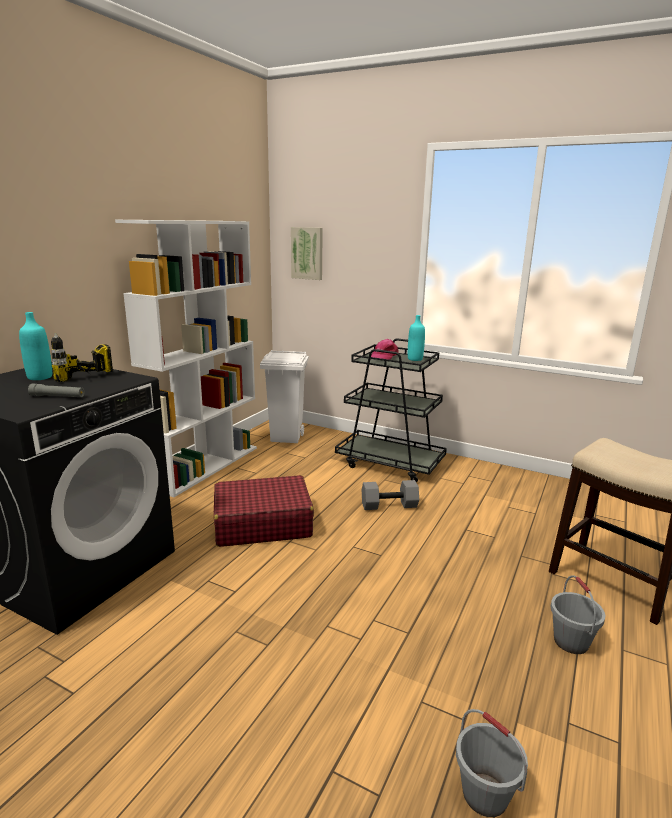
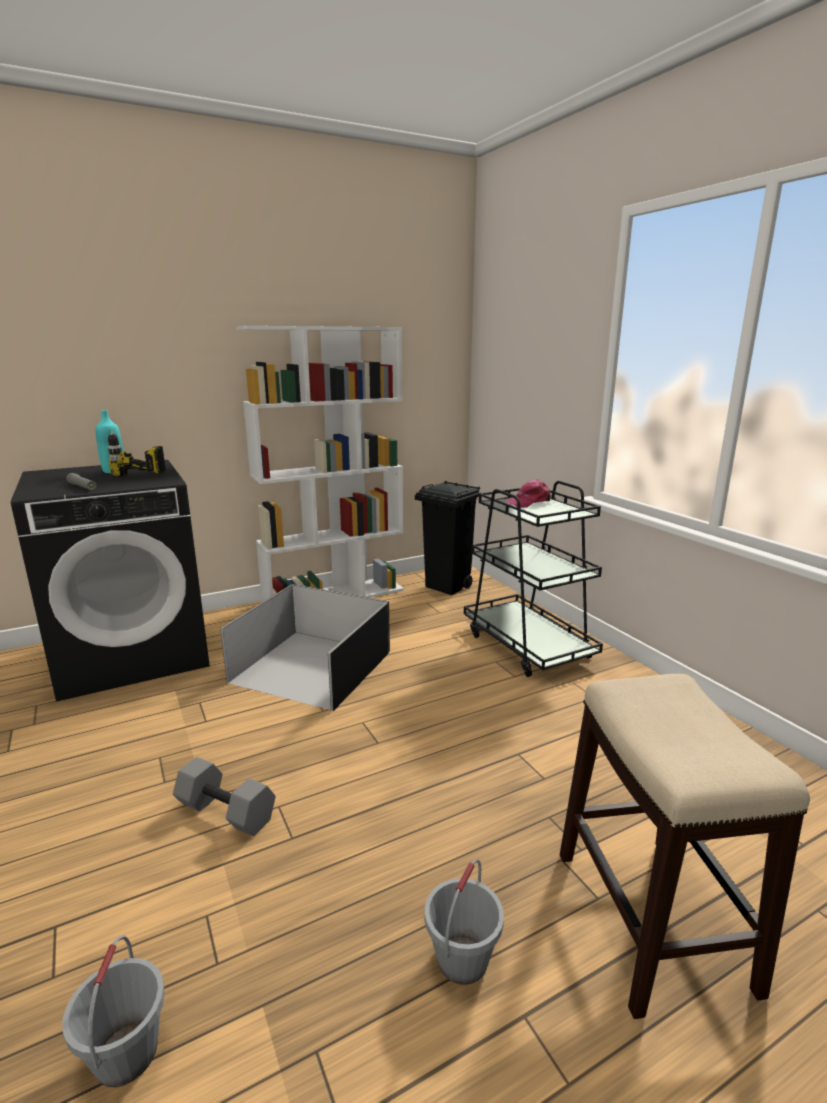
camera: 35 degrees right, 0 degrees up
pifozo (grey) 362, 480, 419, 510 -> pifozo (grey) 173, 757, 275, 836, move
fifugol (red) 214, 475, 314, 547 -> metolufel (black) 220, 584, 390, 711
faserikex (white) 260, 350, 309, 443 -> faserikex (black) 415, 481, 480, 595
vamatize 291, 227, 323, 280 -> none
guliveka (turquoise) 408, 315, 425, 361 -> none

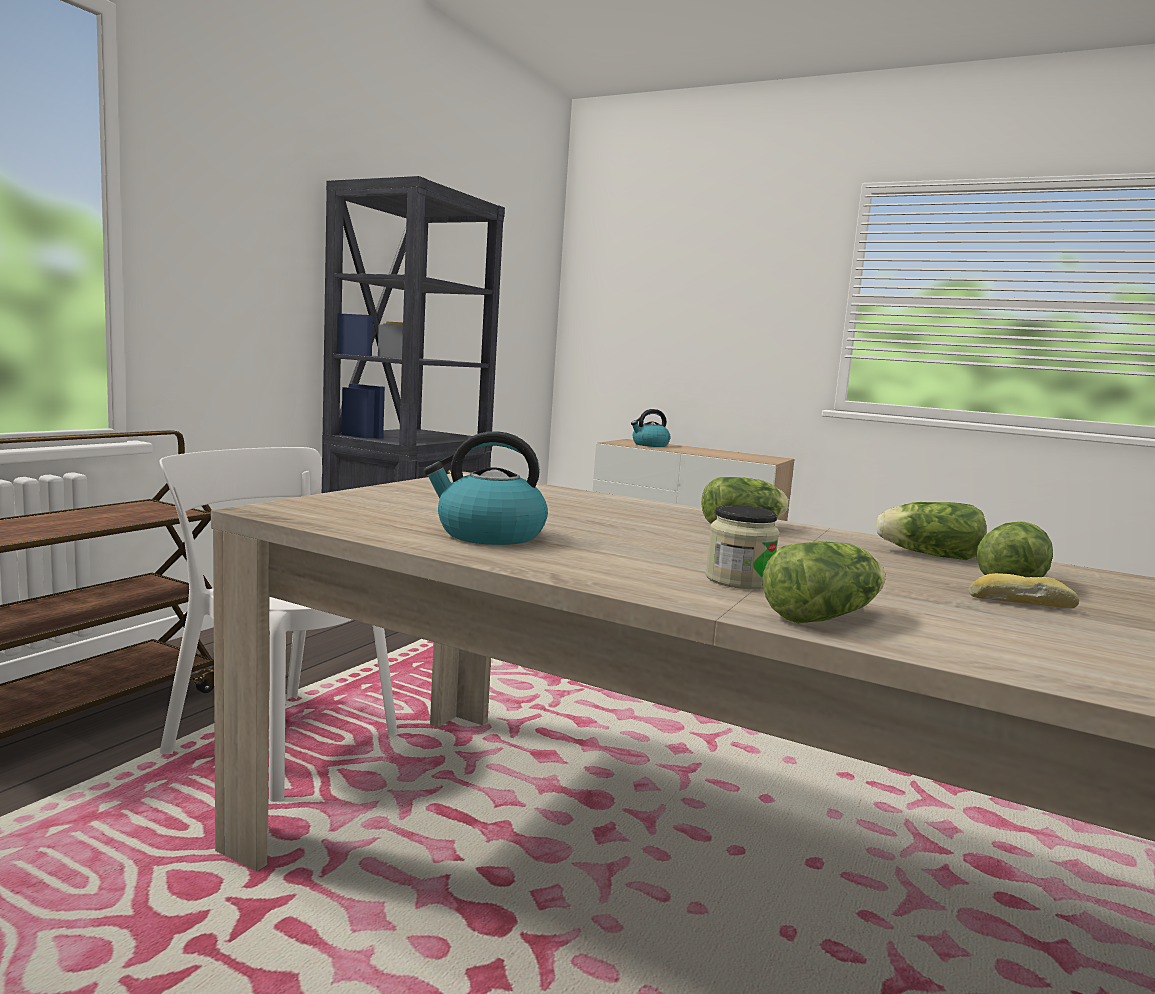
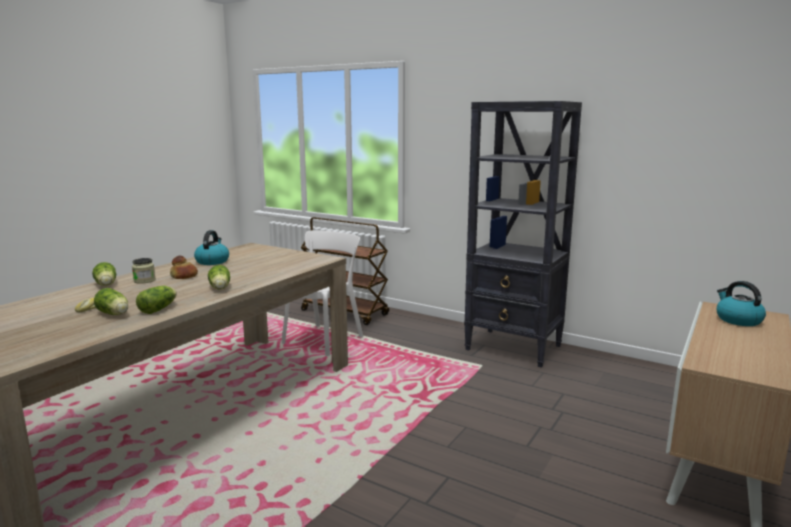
camera: 95 degrees right, 5 degrees up
none -> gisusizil 170, 256, 198, 279

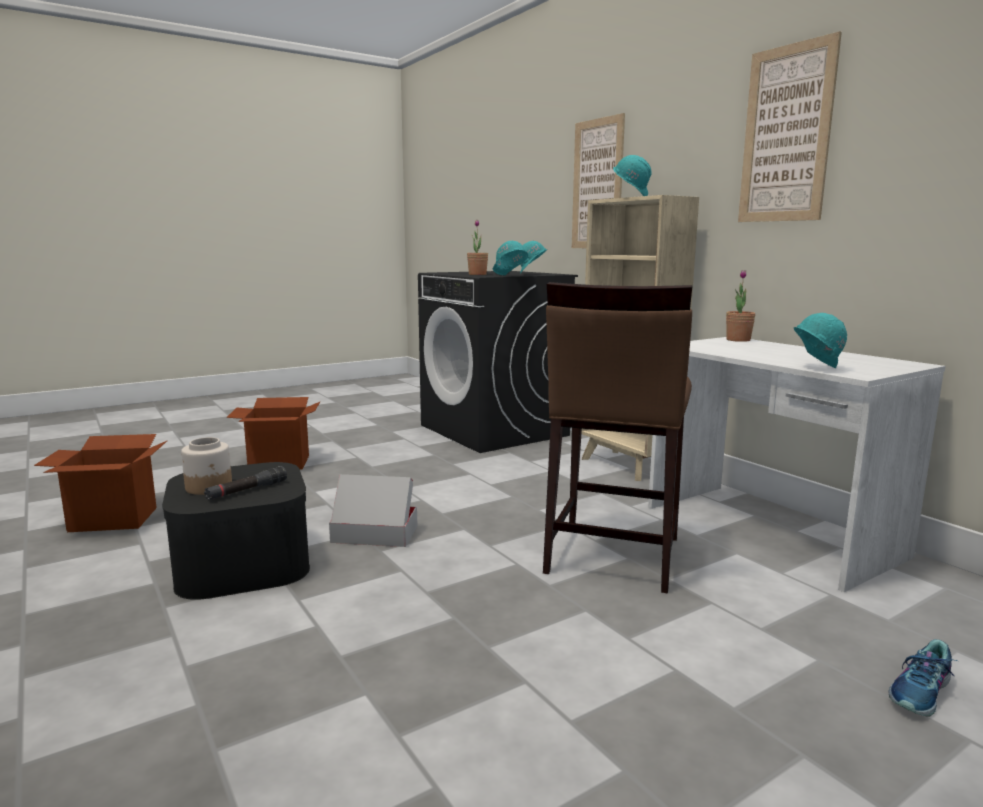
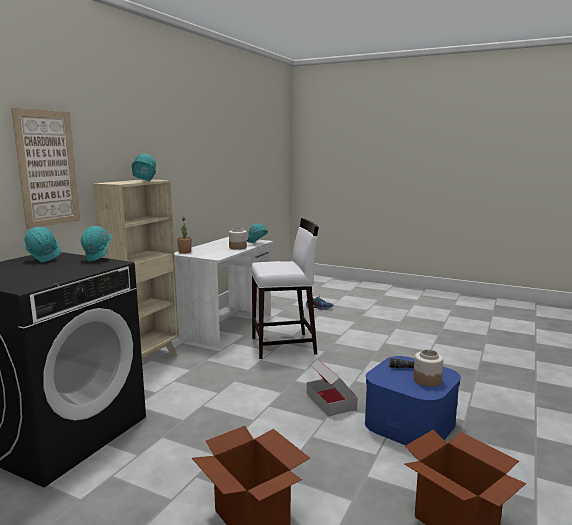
camera: 120 degrees left, 0 degrees up
none -> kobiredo 229, 228, 247, 250
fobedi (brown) 543, 282, 693, 593 -> fobedi (white) 251, 218, 319, 359
metolufel (black) 162, 462, 310, 600 -> metolufel (blue) 365, 356, 461, 446
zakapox 467, 220, 488, 275 -> none
vamatize 738, 31, 842, 222 -> none

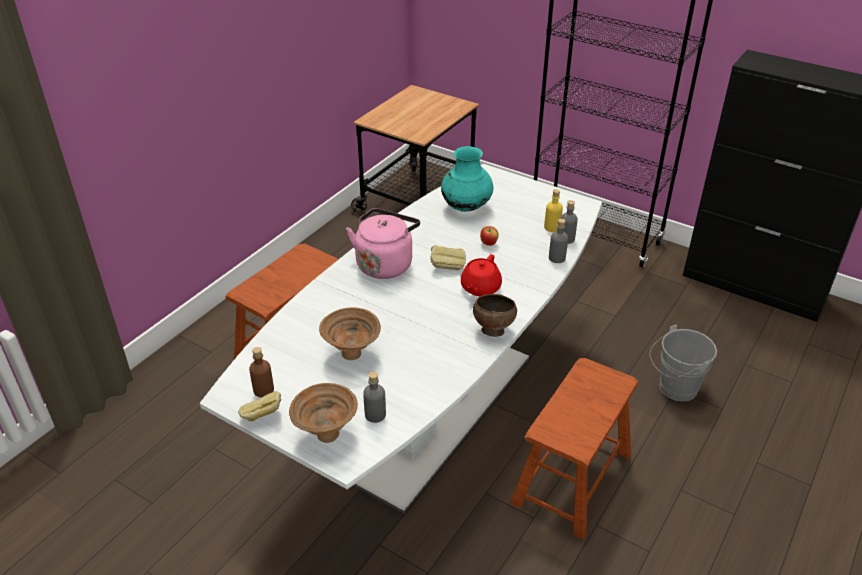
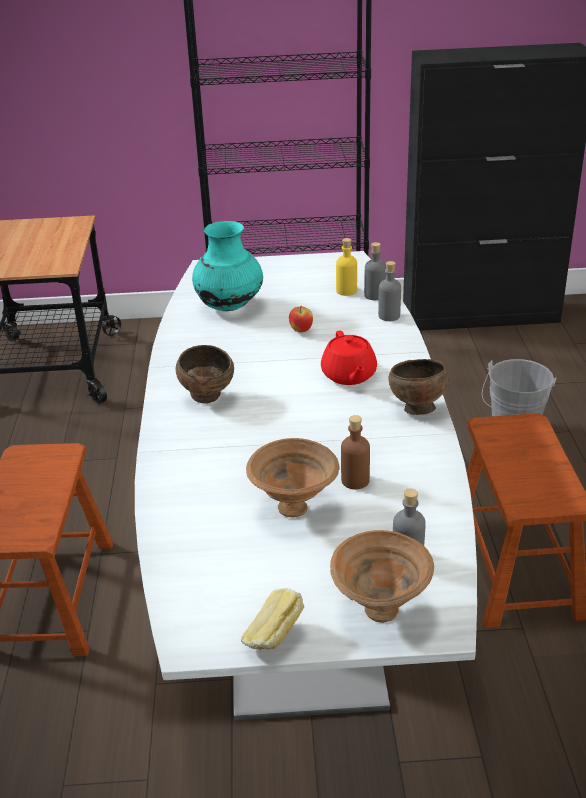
camera: 35 degrees left, 5 degrees down
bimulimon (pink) 346, 208, 420, 279 -> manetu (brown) 176, 345, 234, 404
guliveka (brown) 249, 347, 274, 397 -> guliveka (brown) 341, 415, 370, 489, move
gisusizil 430, 245, 466, 270 -> none

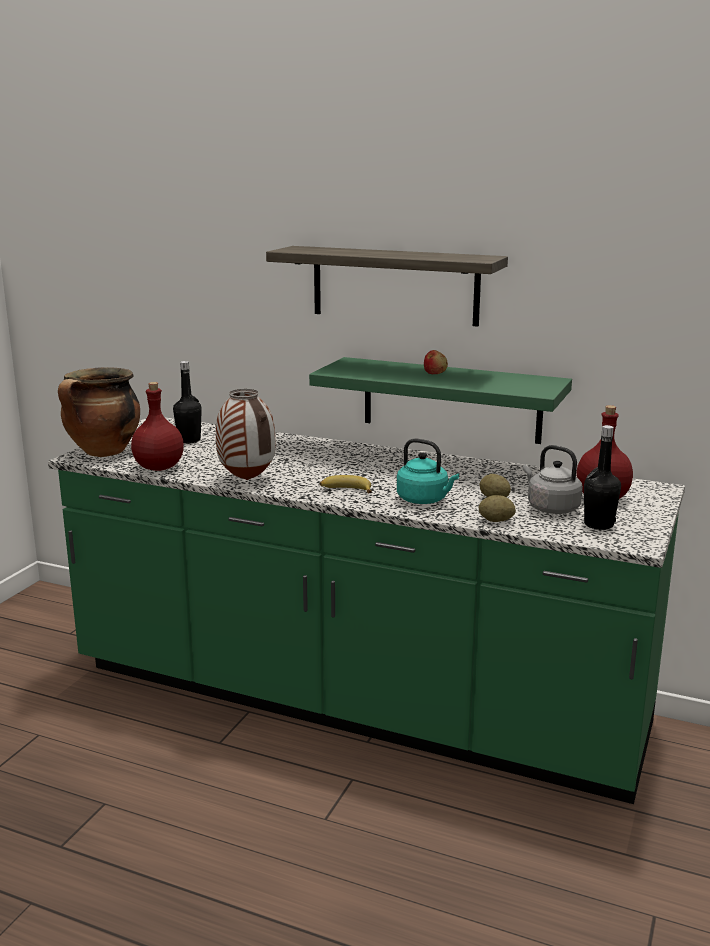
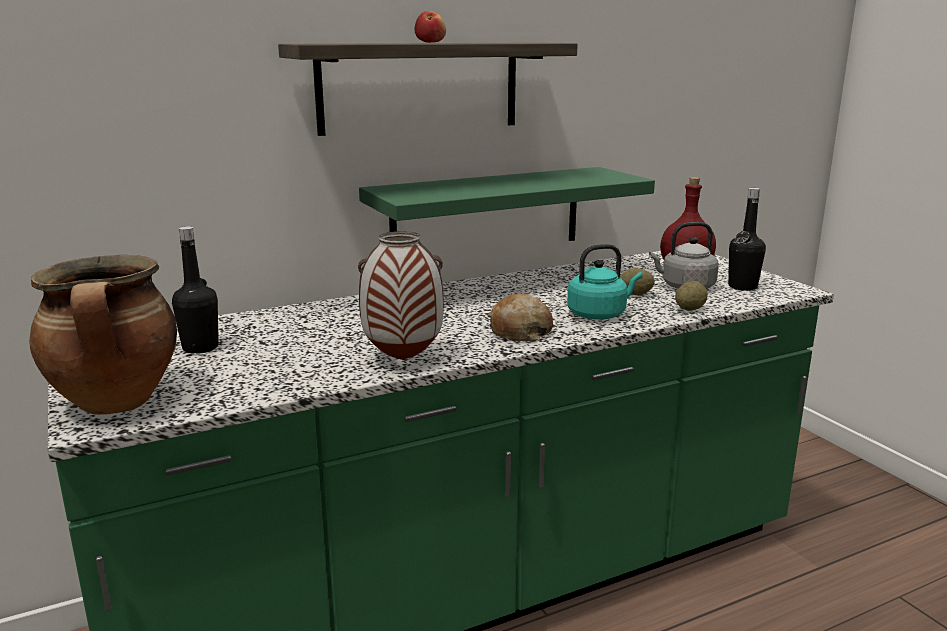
camera: 50 degrees left, 0 degrees up
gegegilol 424, 350, 448, 374 -> gegegilol 415, 11, 446, 43, move
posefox 320, 475, 372, 493 -> gisusizil 488, 294, 553, 341
guliveka (red) 131, 382, 184, 471 -> none

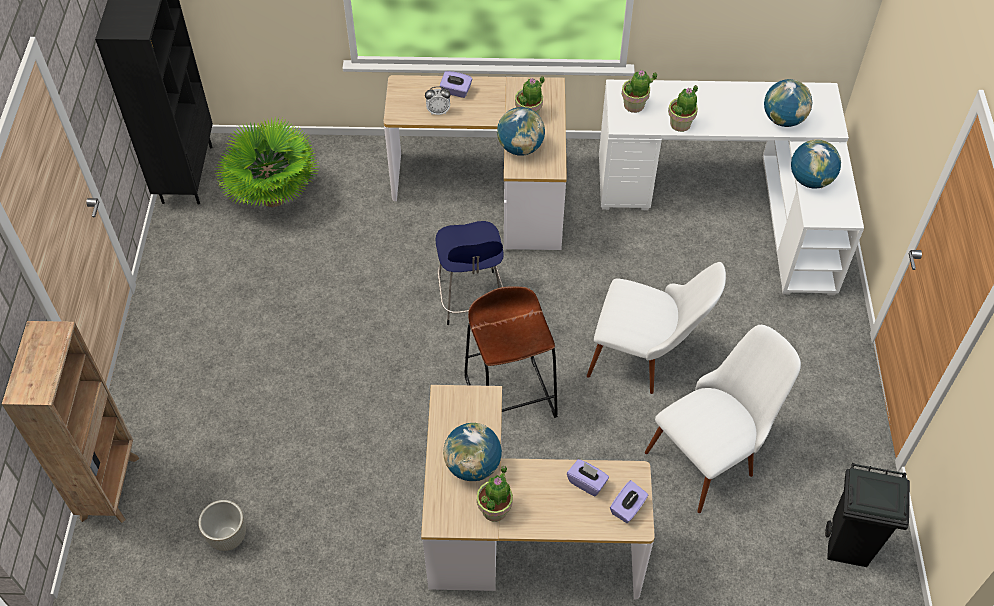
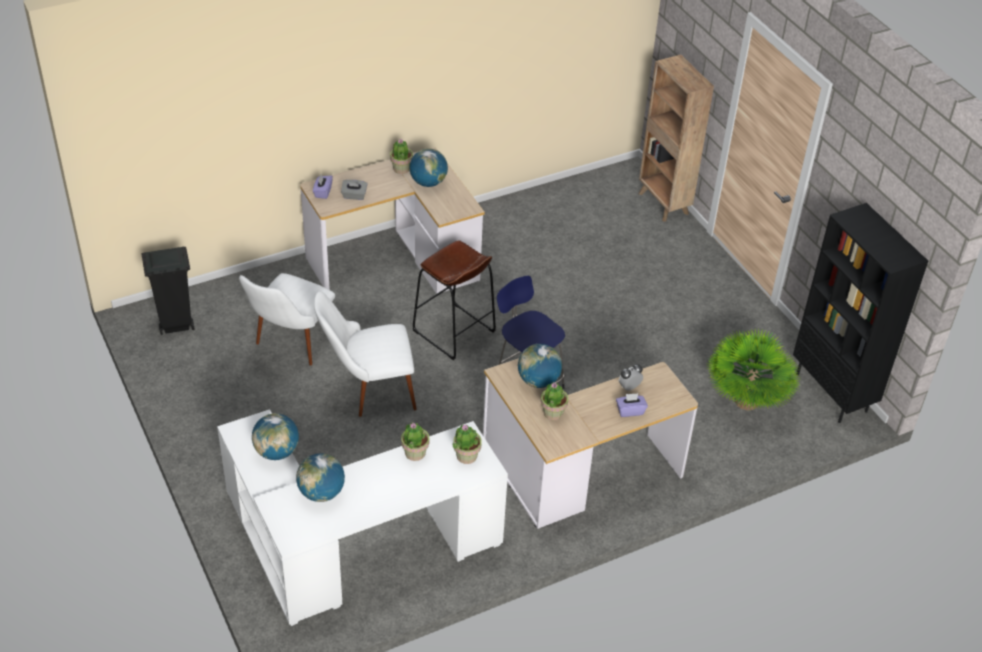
camera: 150 degrees right, 10 degrees down
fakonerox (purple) 567, 459, 609, 496 -> fakonerox (grey) 341, 180, 367, 200
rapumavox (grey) 198, 500, 246, 551 -> none

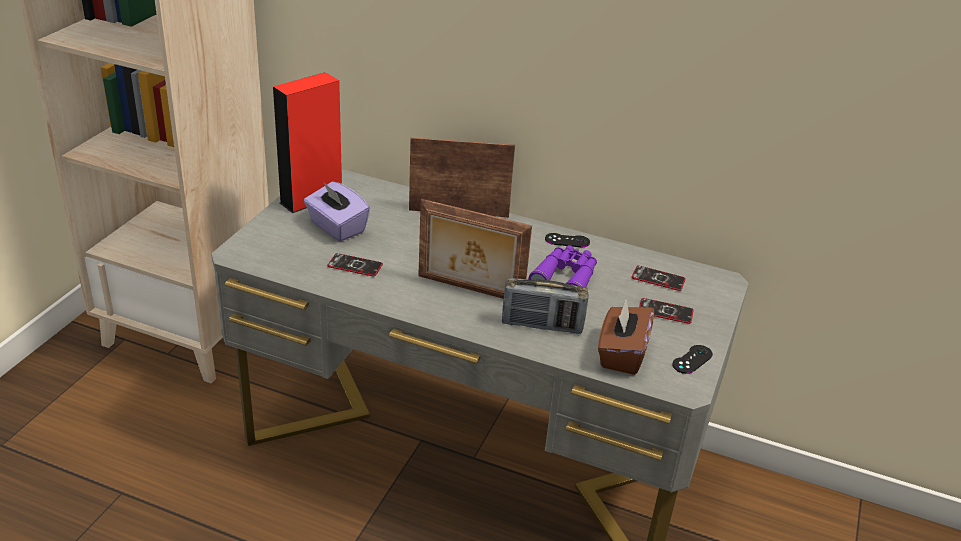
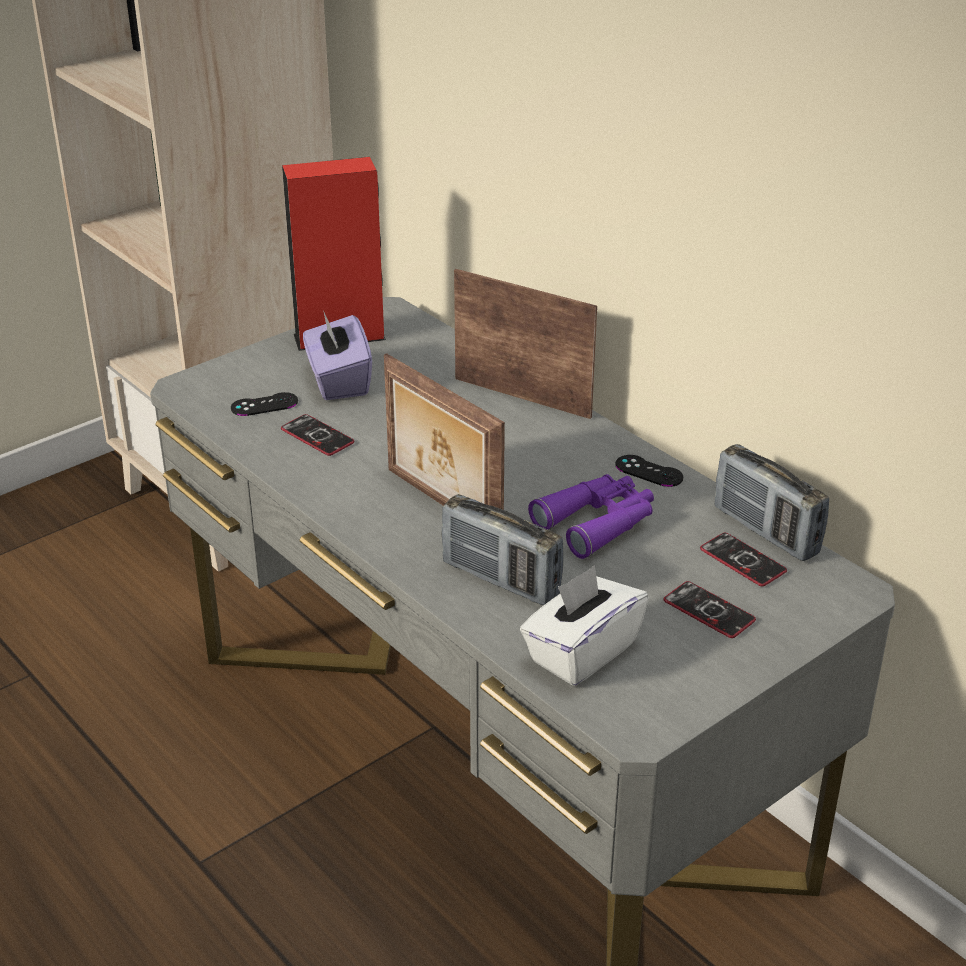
camera: 30 degrees right, 0 degrees up
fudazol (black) 672, 345, 713, 374 -> fudazol (black) 231, 392, 298, 416, move
fakonerox (brown) 598, 299, 654, 375 -> fakonerox (white) 520, 565, 649, 686
none -> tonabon 715, 444, 829, 561

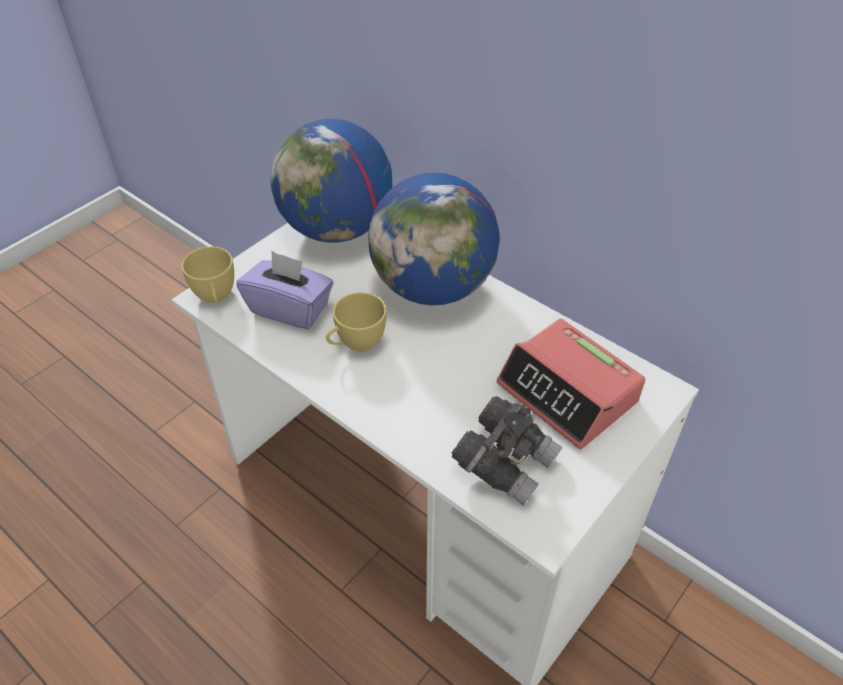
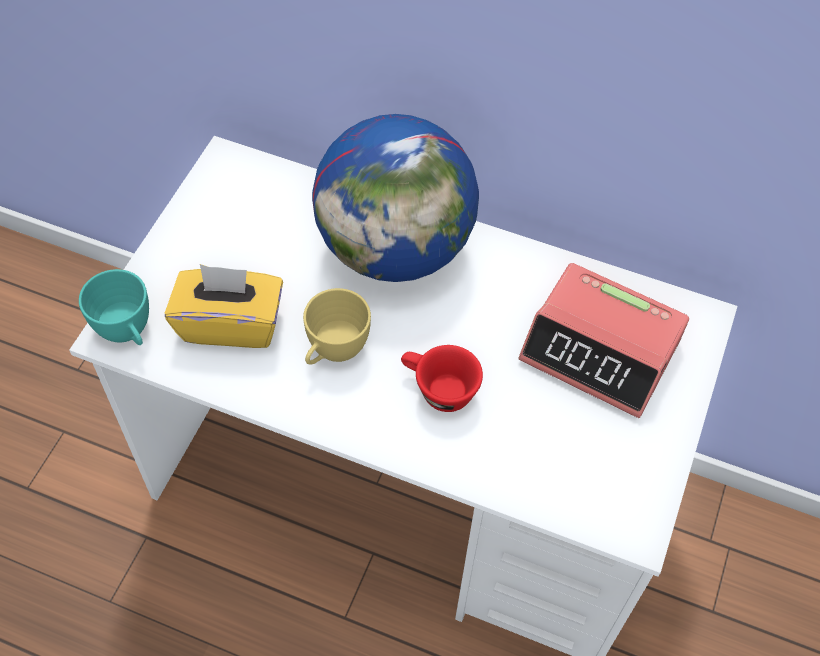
camera: 20 degrees left, 10 degrees up
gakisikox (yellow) 181, 246, 234, 303 -> gakisikox (turquoise) 79, 269, 149, 345
fakonerox (purple) 237, 251, 333, 330 -> fakonerox (yellow) 165, 264, 283, 348
none -> gakisikox (red) 401, 345, 483, 412
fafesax 270, 119, 392, 243 -> none
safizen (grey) 451, 396, 562, 505 -> none

